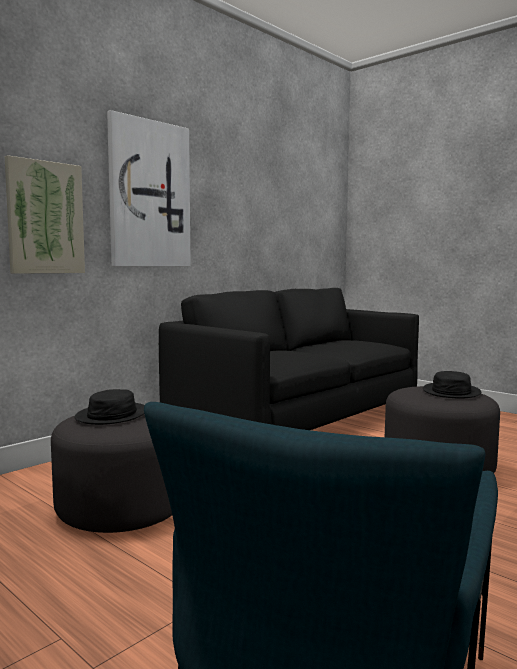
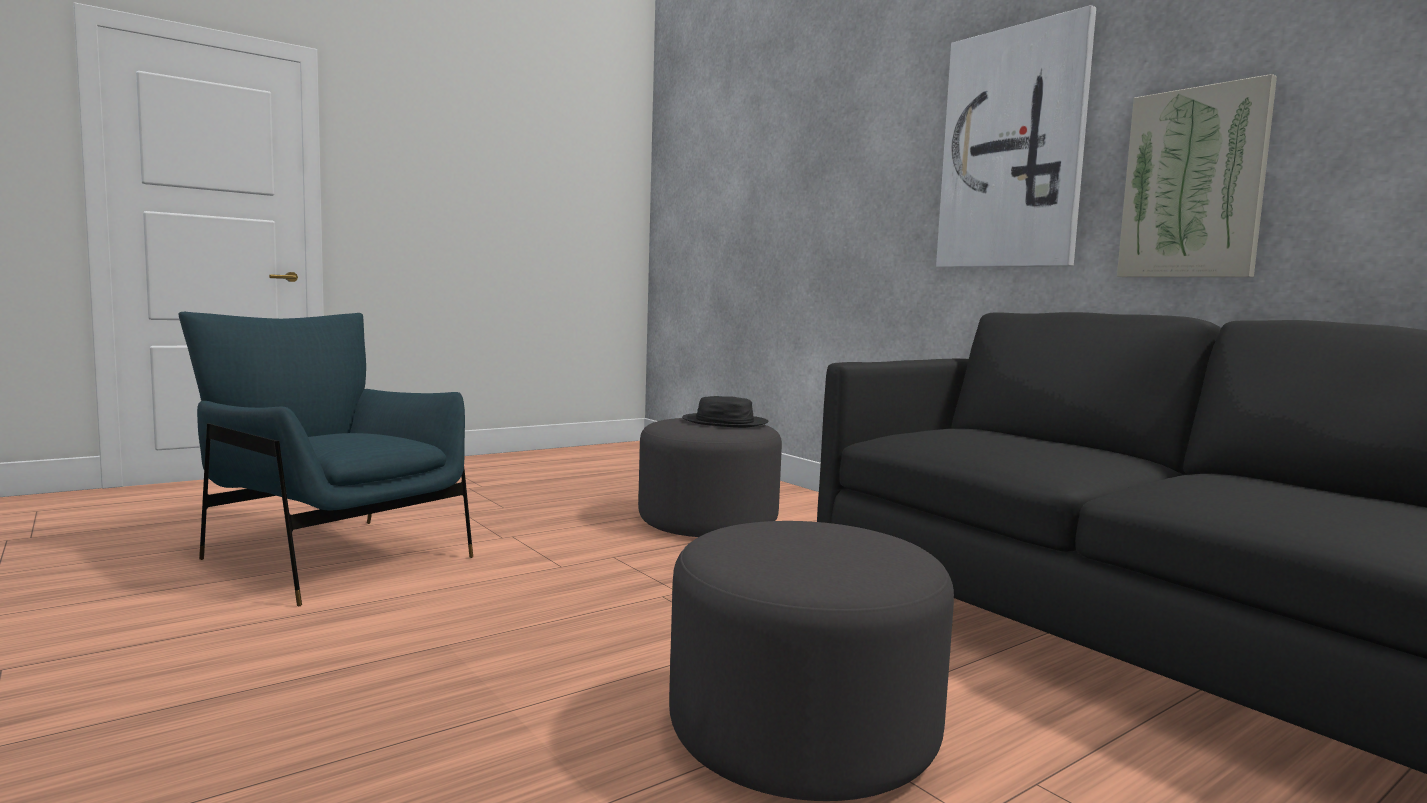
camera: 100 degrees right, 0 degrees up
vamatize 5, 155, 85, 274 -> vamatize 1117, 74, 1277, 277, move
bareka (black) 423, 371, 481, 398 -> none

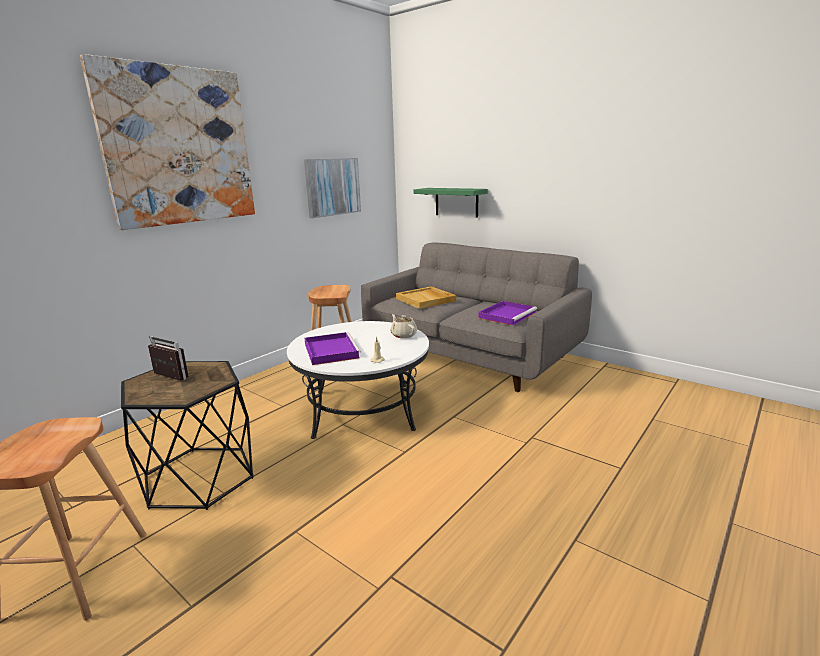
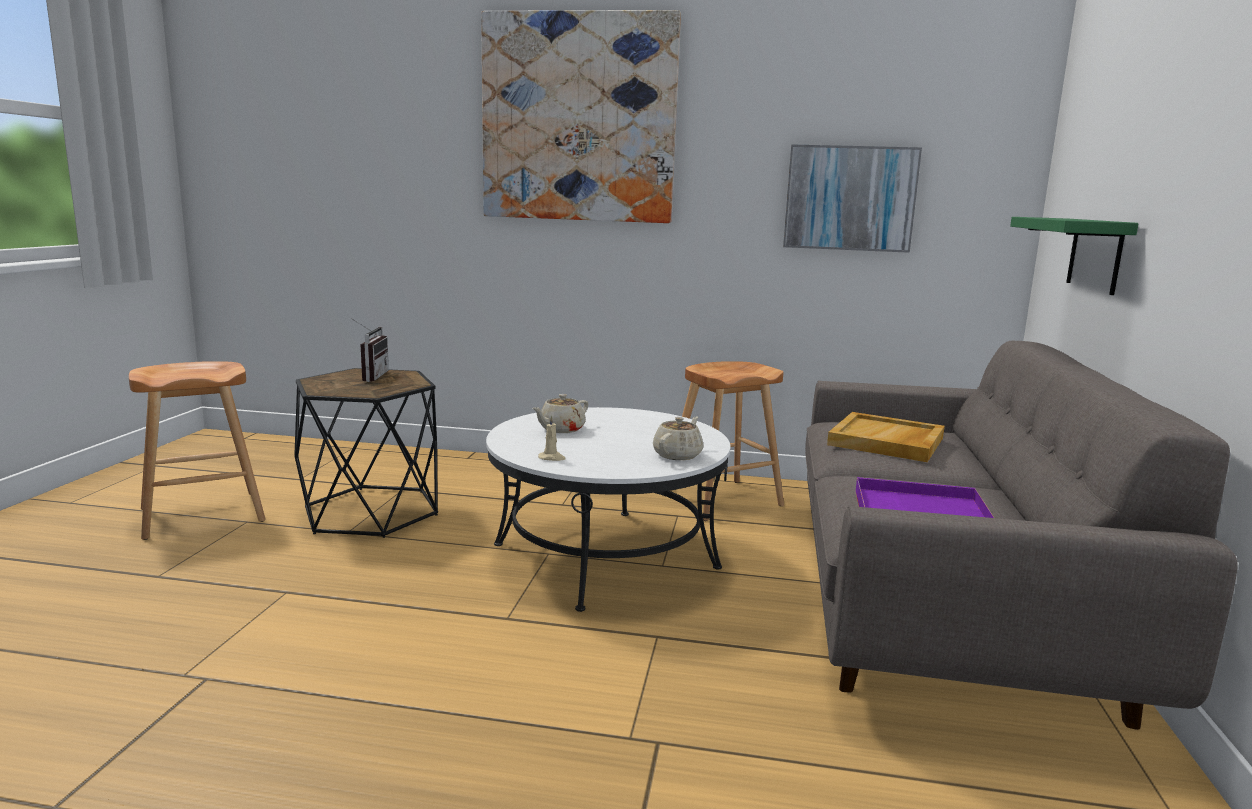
camera: 60 degrees right, 5 degrees down
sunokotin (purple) 305, 332, 361, 365 -> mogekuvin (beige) 532, 394, 588, 433

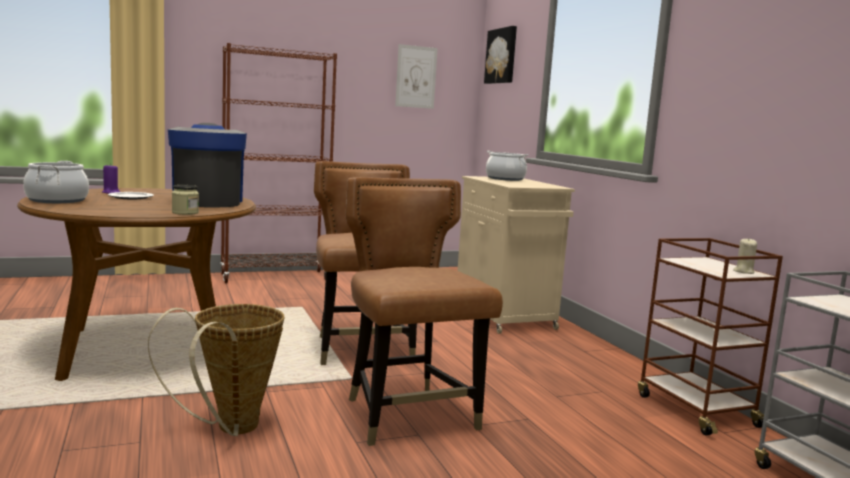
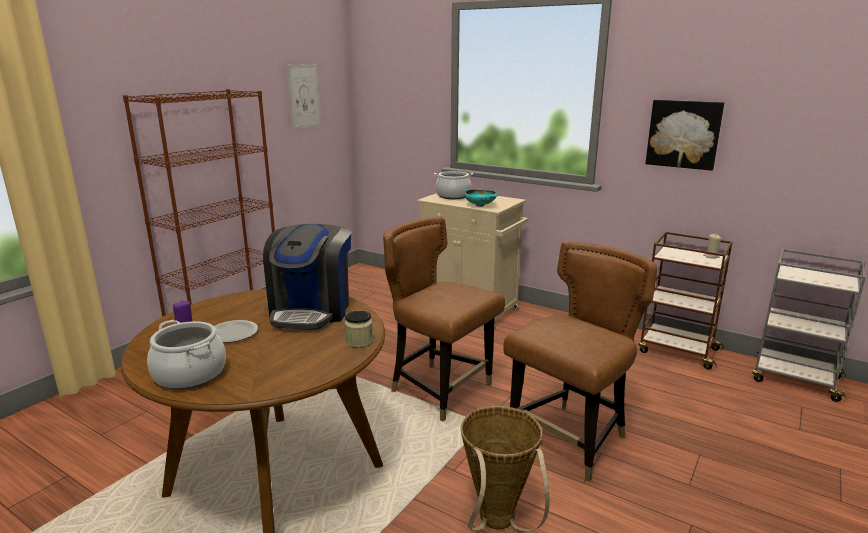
camera: 35 degrees left, 10 degrees up
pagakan 168, 123, 247, 207 -> pagakan 263, 224, 351, 330, 120 degrees counterclockwise
none -> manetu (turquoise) 464, 189, 498, 207
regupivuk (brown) 345, 177, 503, 446 -> regupivuk (brown) 503, 241, 657, 481, 105 degrees clockwise
vamatize 484, 26, 517, 84 -> vamatize 645, 100, 724, 171, move

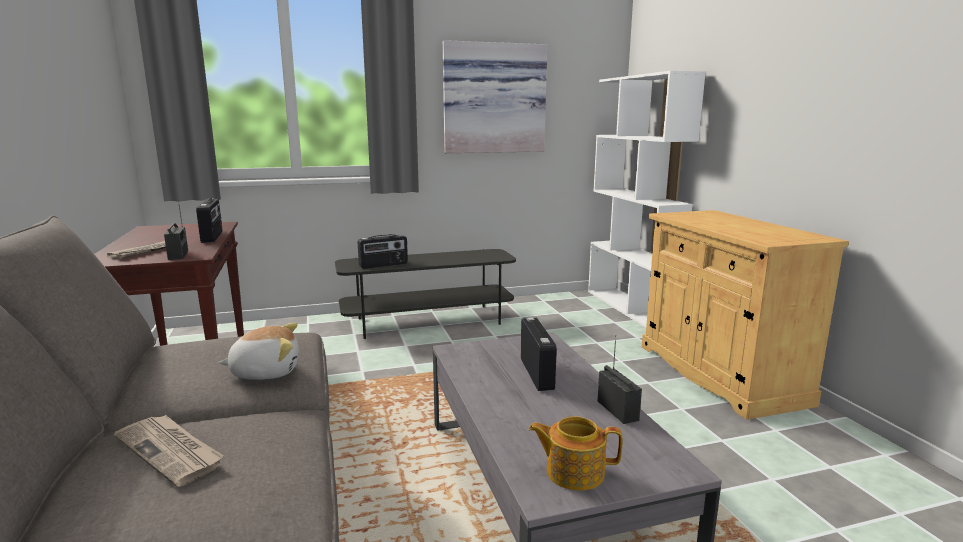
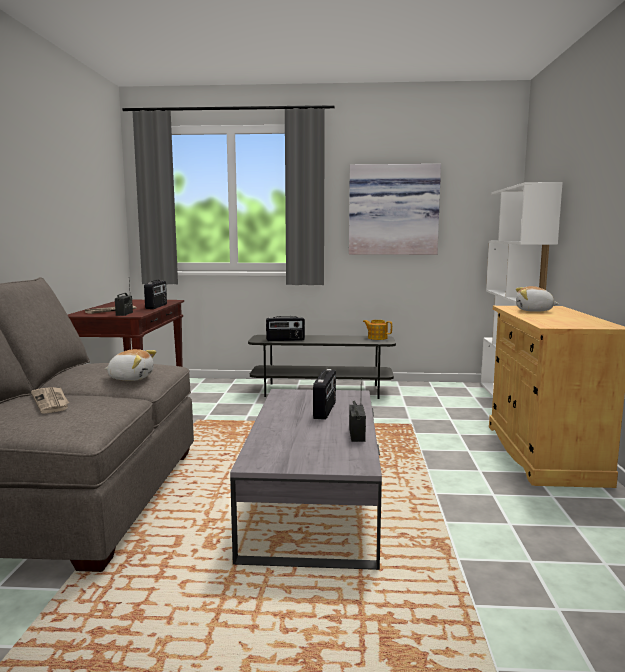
camera: 20 degrees right, 5 degrees down
mogekuvin 529, 416, 623, 491 -> mogekuvin 363, 320, 392, 340, move
none -> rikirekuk 516, 286, 559, 312

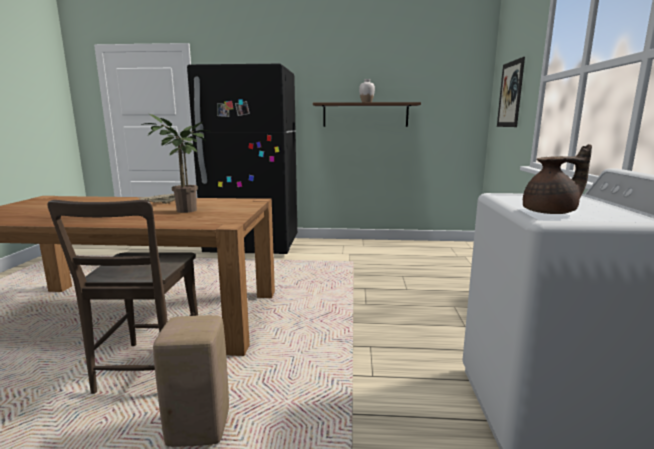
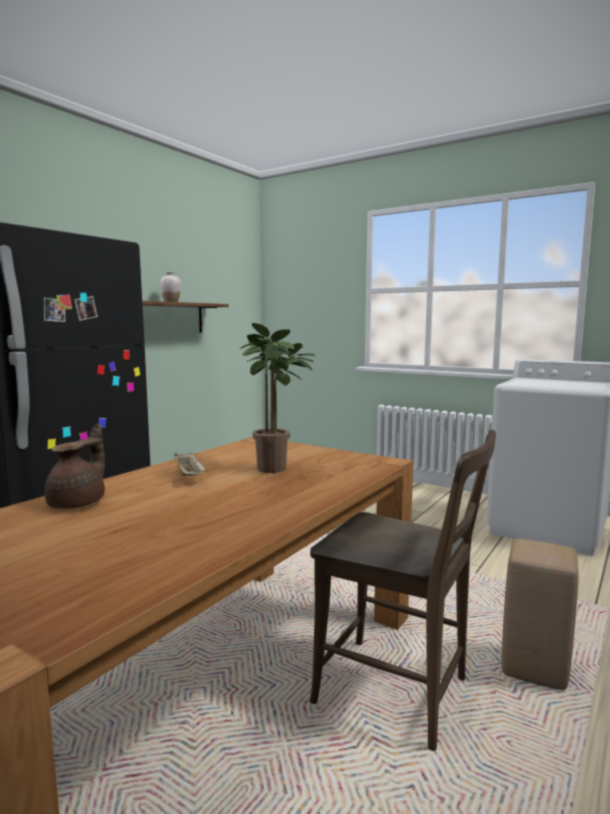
camera: 60 degrees left, 5 degrees down
mogekuvin (brown) 523, 144, 592, 214 -> mogekuvin (brown) 44, 424, 105, 509, move
vamatize 497, 57, 525, 127 -> none

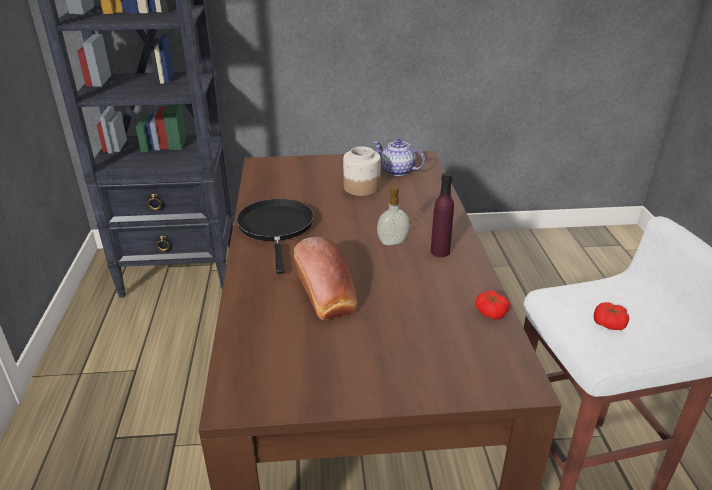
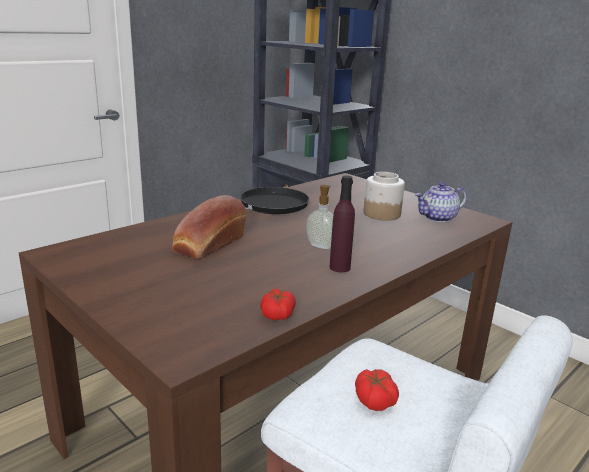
camera: 50 degrees right, 10 degrees down
mogekuvin 373, 139, 425, 176 -> mogekuvin 415, 182, 467, 222, 105 degrees counterclockwise

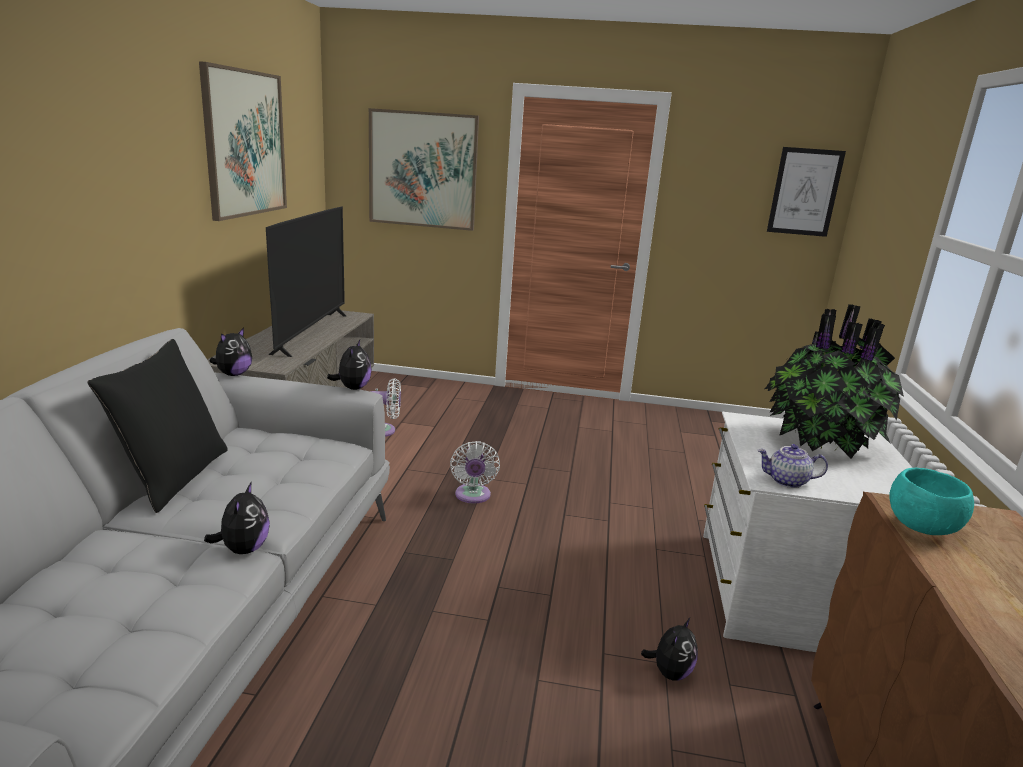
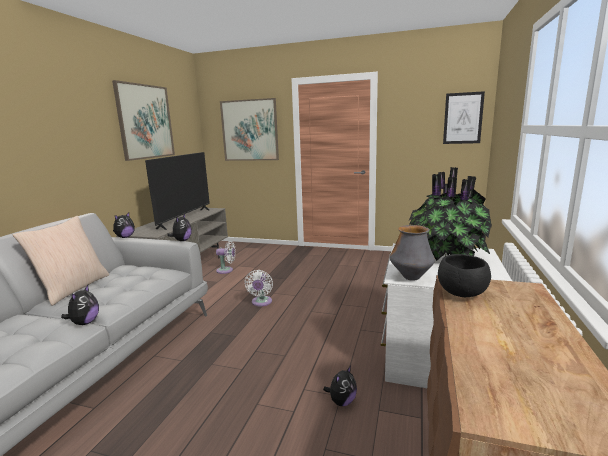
camera: 10 degrees right, 5 degrees down
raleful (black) 87, 339, 228, 513 -> raleful (beige) 12, 216, 109, 306
mogekuvin 758, 444, 828, 488 -> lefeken 390, 225, 435, 281
manetu (turquoise) 889, 468, 974, 535 -> manetu (black) 438, 254, 491, 297

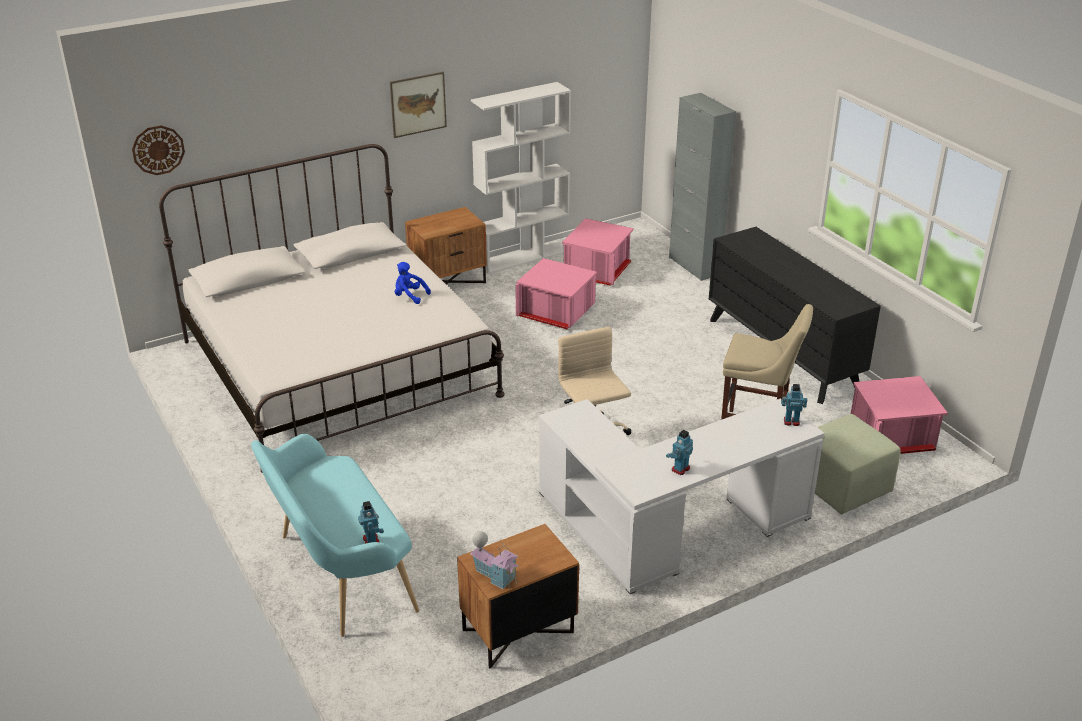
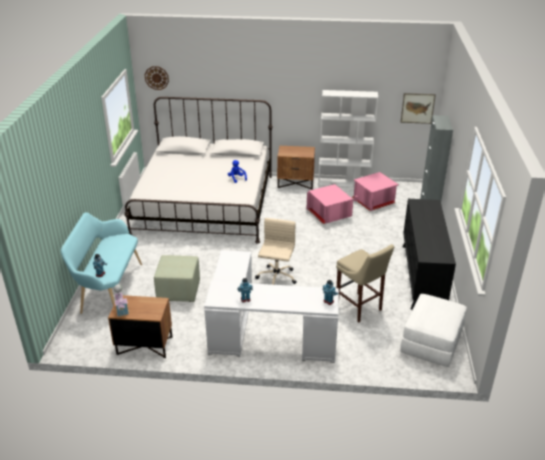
camera: 35 degrees right, 0 degrees up
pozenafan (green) 815, 414, 901, 514 -> pozenafan (green) 154, 255, 200, 302, move
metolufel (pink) 851, 376, 948, 454 -> pozenafan (white) 400, 294, 467, 367
vamatize 390, 72, 447, 138 -> vamatize 401, 93, 436, 124, move

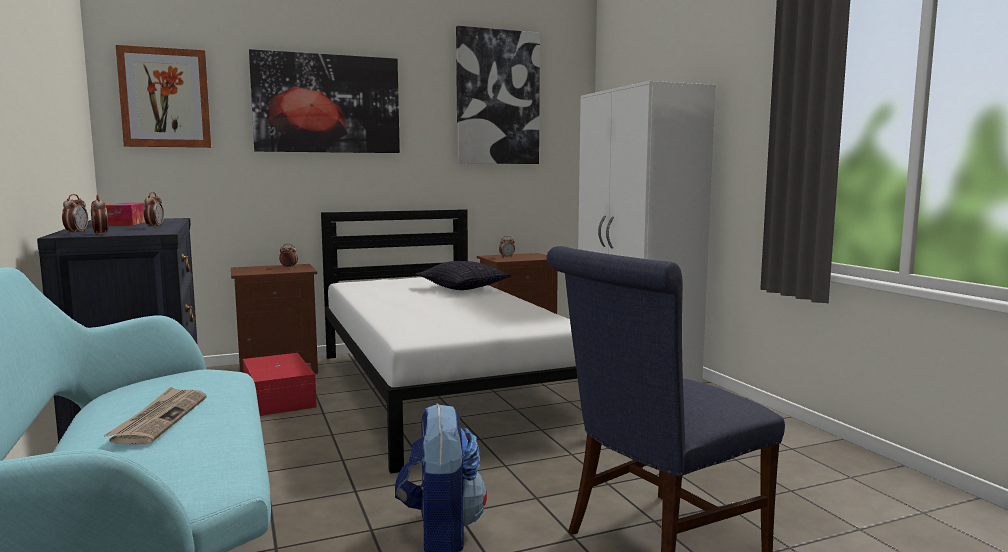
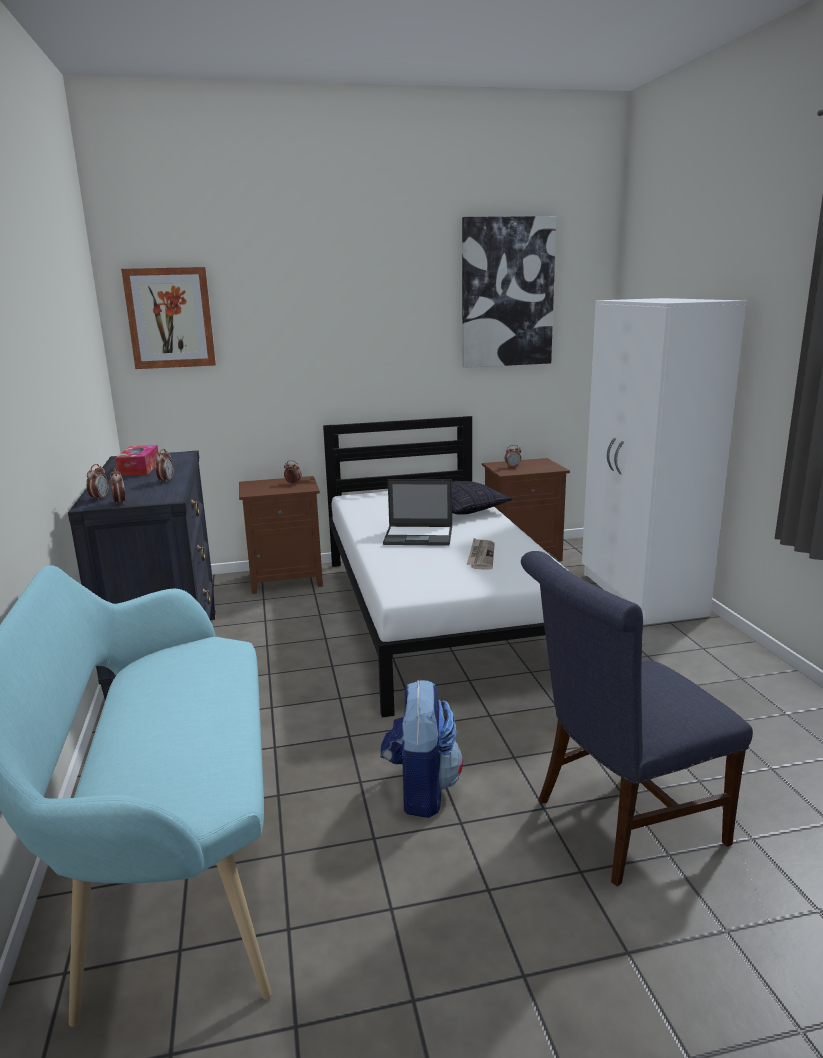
camera: 10 degrees right, 10 degrees up
none -> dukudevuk 383, 479, 452, 546
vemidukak 104, 387, 207, 445 -> vemidukak 467, 538, 495, 570, move
metolufel (red) 243, 353, 317, 416 -> none
vamatize 249, 49, 400, 153 -> none

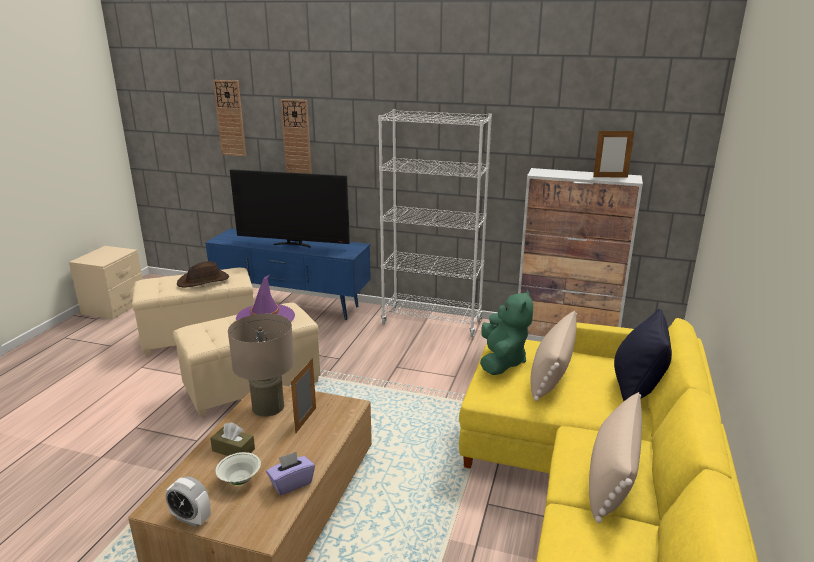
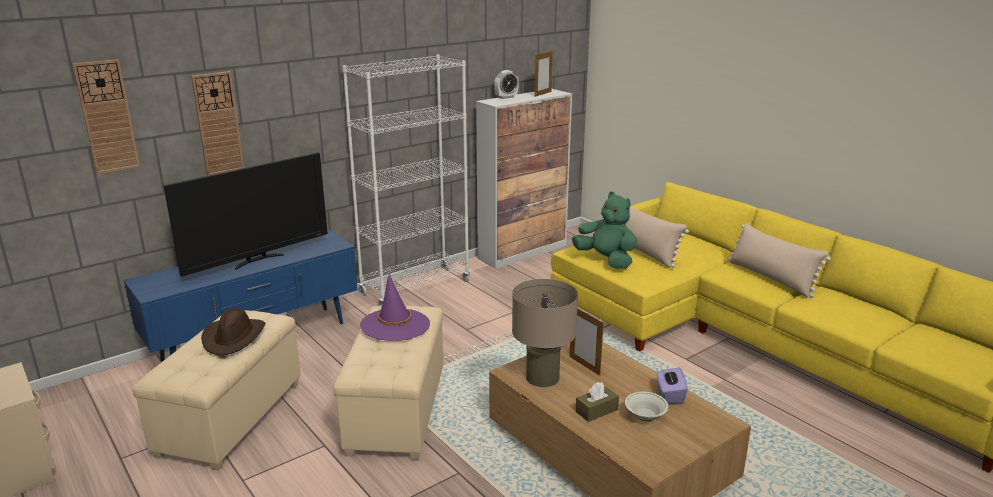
camera: 55 degrees left, 0 degrees up
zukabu 165, 476, 211, 527 -> zukabu 494, 70, 519, 99, move
raleful (black) 614, 309, 672, 401 -> none

